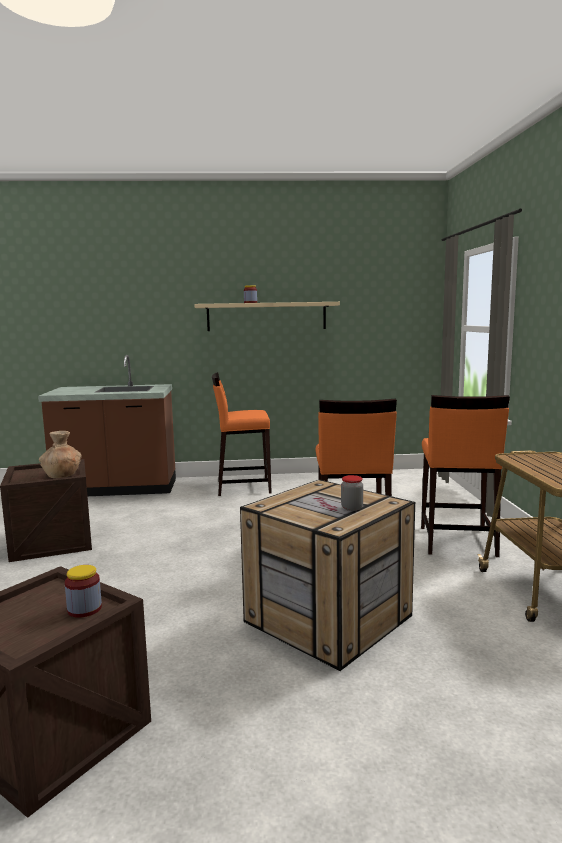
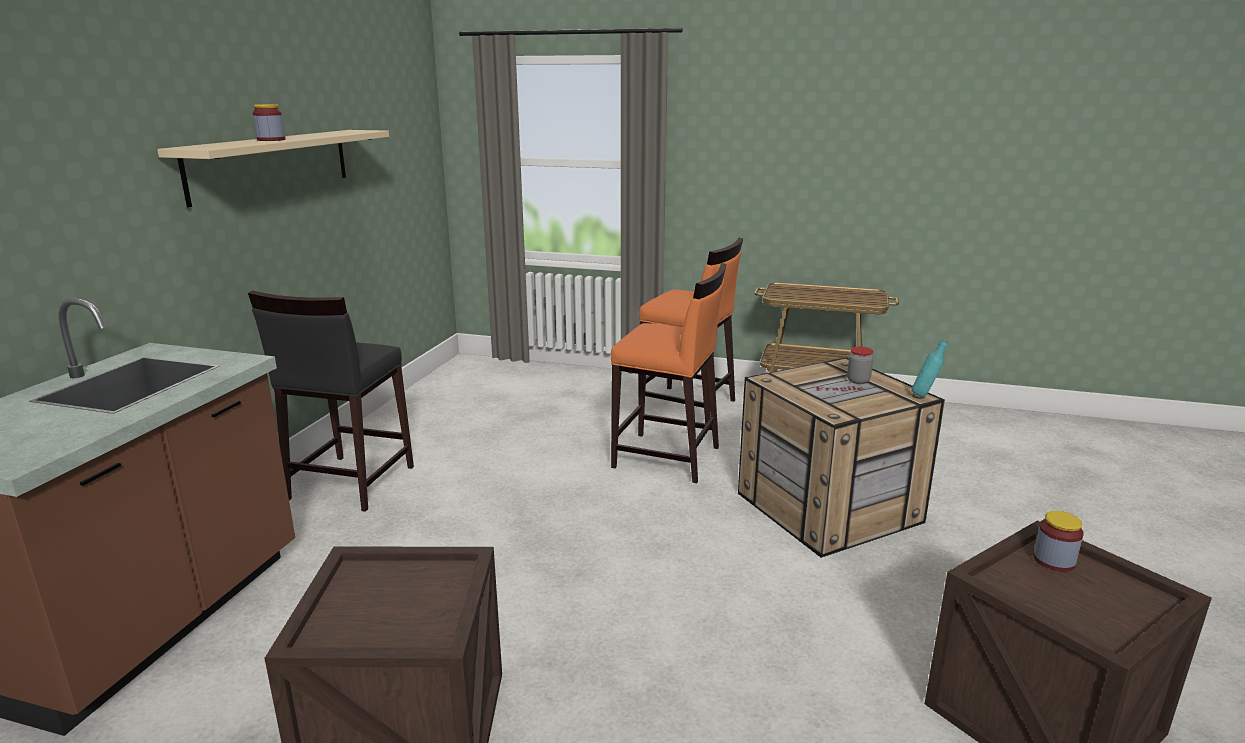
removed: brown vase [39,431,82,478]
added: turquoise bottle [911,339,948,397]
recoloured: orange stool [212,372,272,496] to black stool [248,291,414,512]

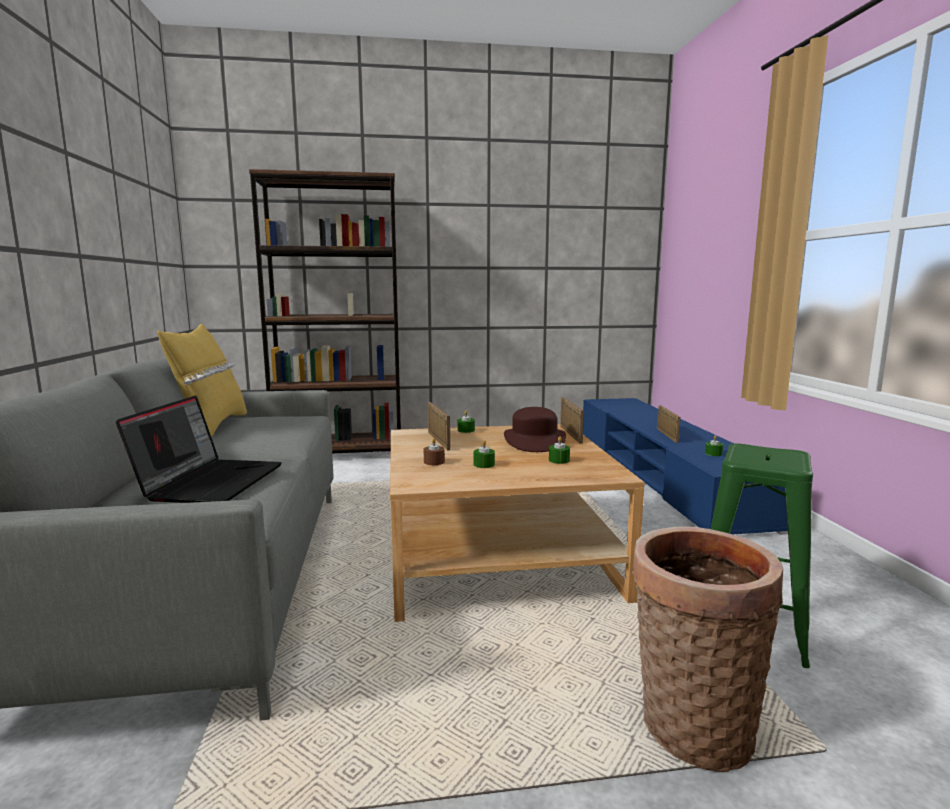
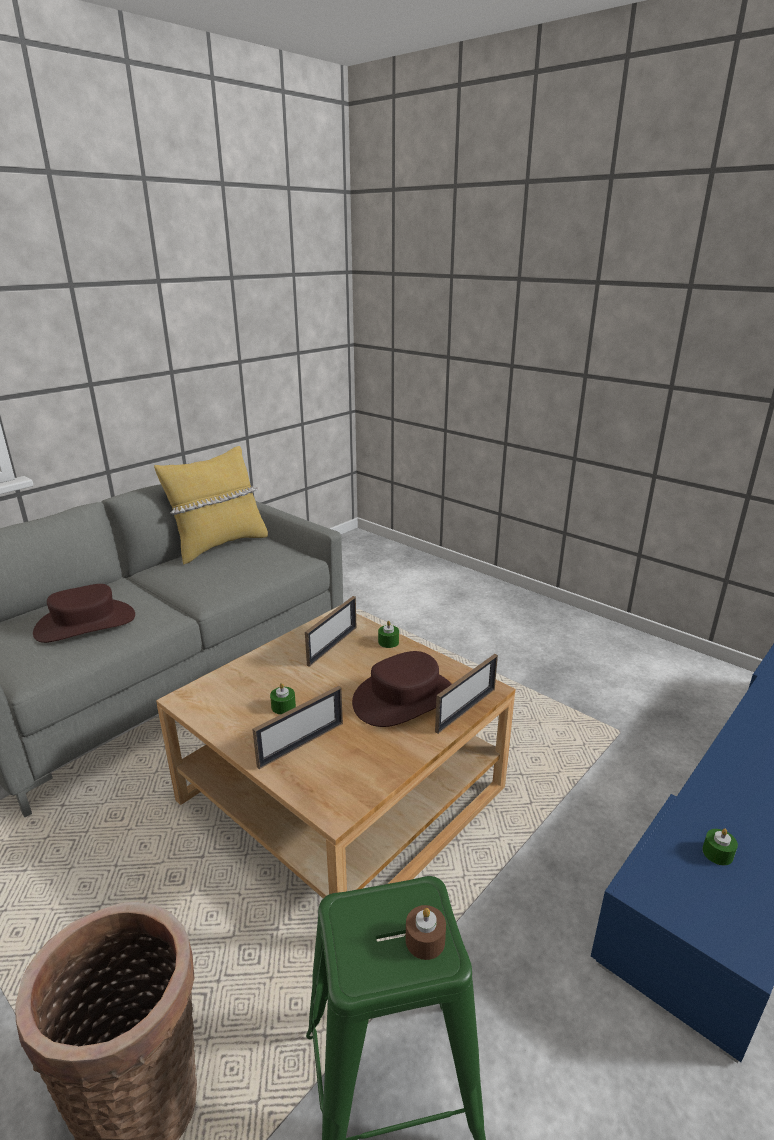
removed: brown bookcase [249,169,401,453]; green candle [549,436,570,464]
moved: picture frame [657,405,681,443] to [252,686,343,769]; brown candle [424,438,445,465] to [406,905,446,960]
replaced: laptop [116,395,282,503] to brown hat [33,584,135,643]

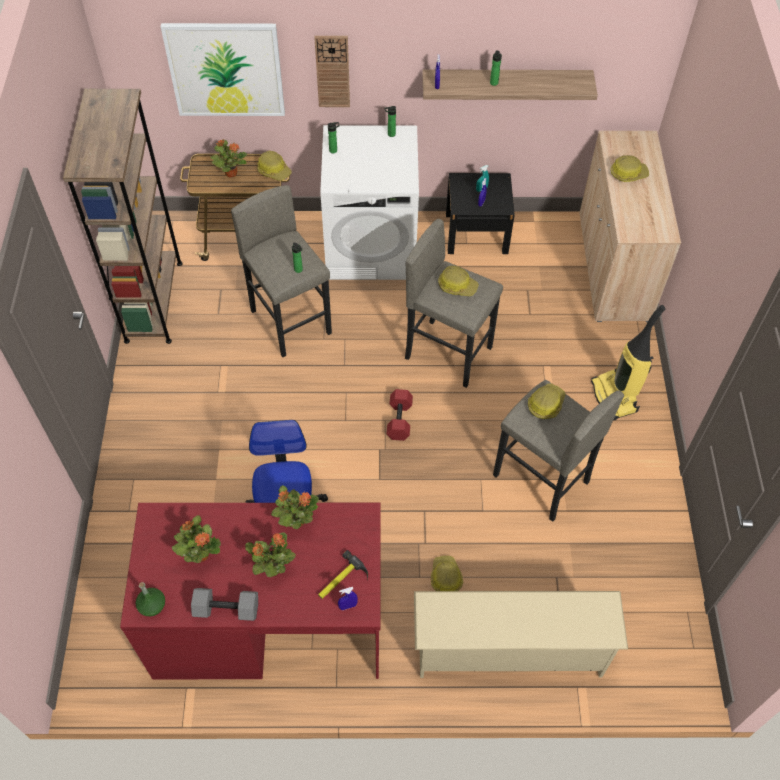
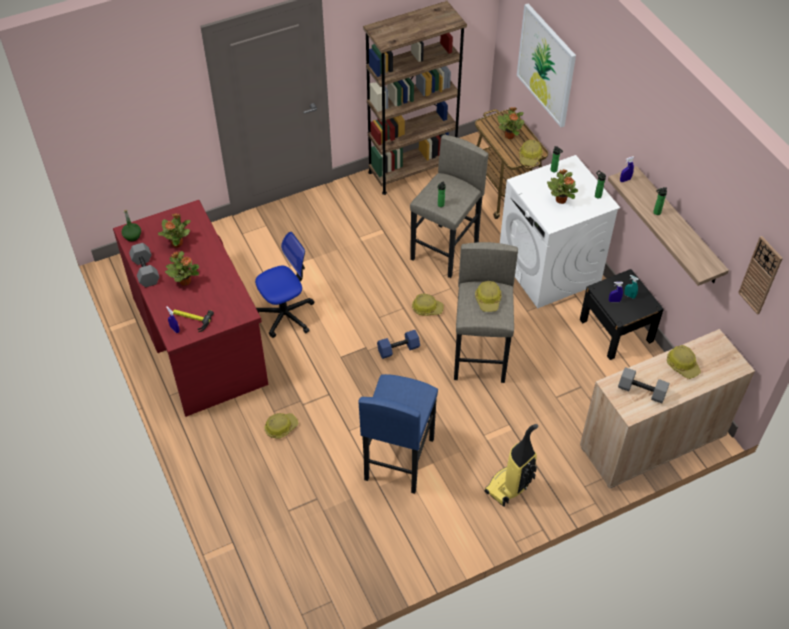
removed: beige shoe rack [414,591,628,678]
added: grey dumbbell [618,367,670,403]
moved: wall clock [314,36,350,107] to [738,236,783,315]; hard hat [528,383,566,419] to [412,293,443,316]; potted plant [271,485,319,529] to [547,169,578,204]
recoloured: grey stool [493,380,624,522] to blue stool [359,374,438,494]; red dumbbell [387,389,413,441] to blue dumbbell [377,330,420,359]

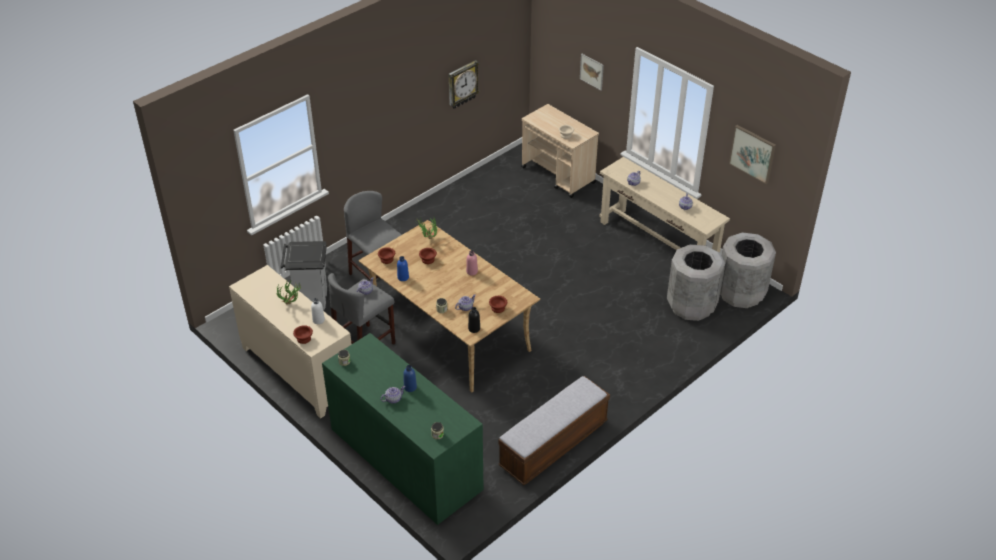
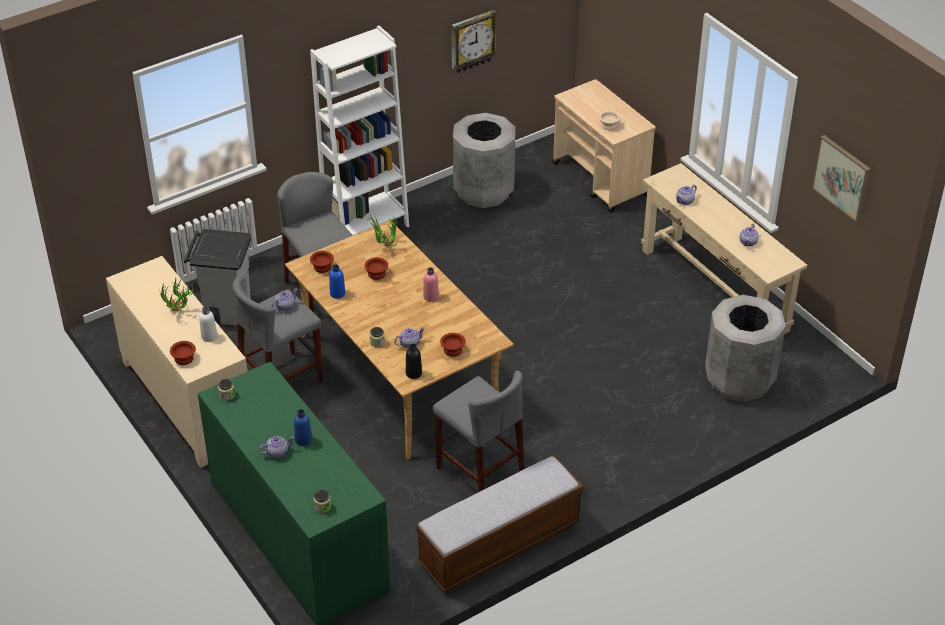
removed: picture [580,54,604,90]
added: white bookcase [310,26,409,235]; grey stool [433,371,525,492]
moved: grey trash can [720,232,776,308] to [453,113,516,208]

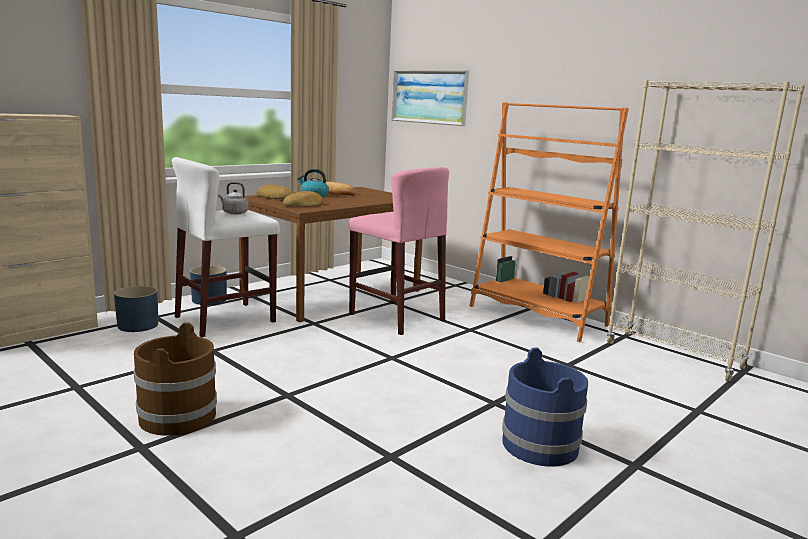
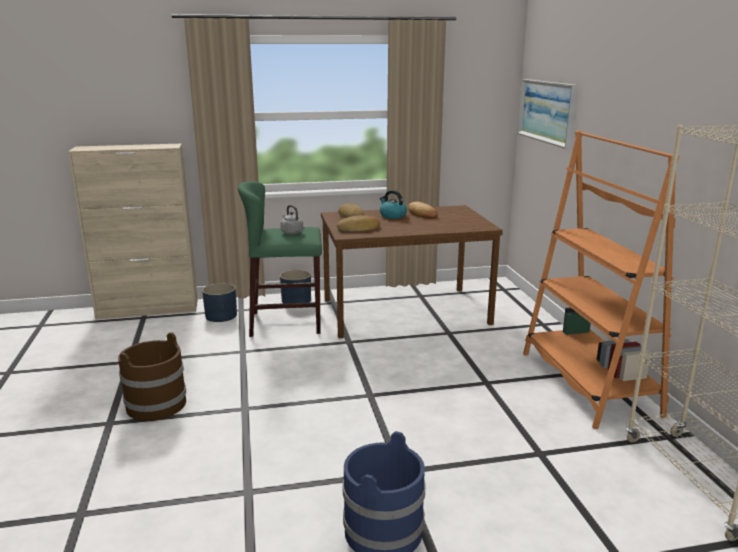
removed: pink stool [349,167,449,335]
recoloured: white stool [172,157,280,337] to green stool [238,181,322,337]

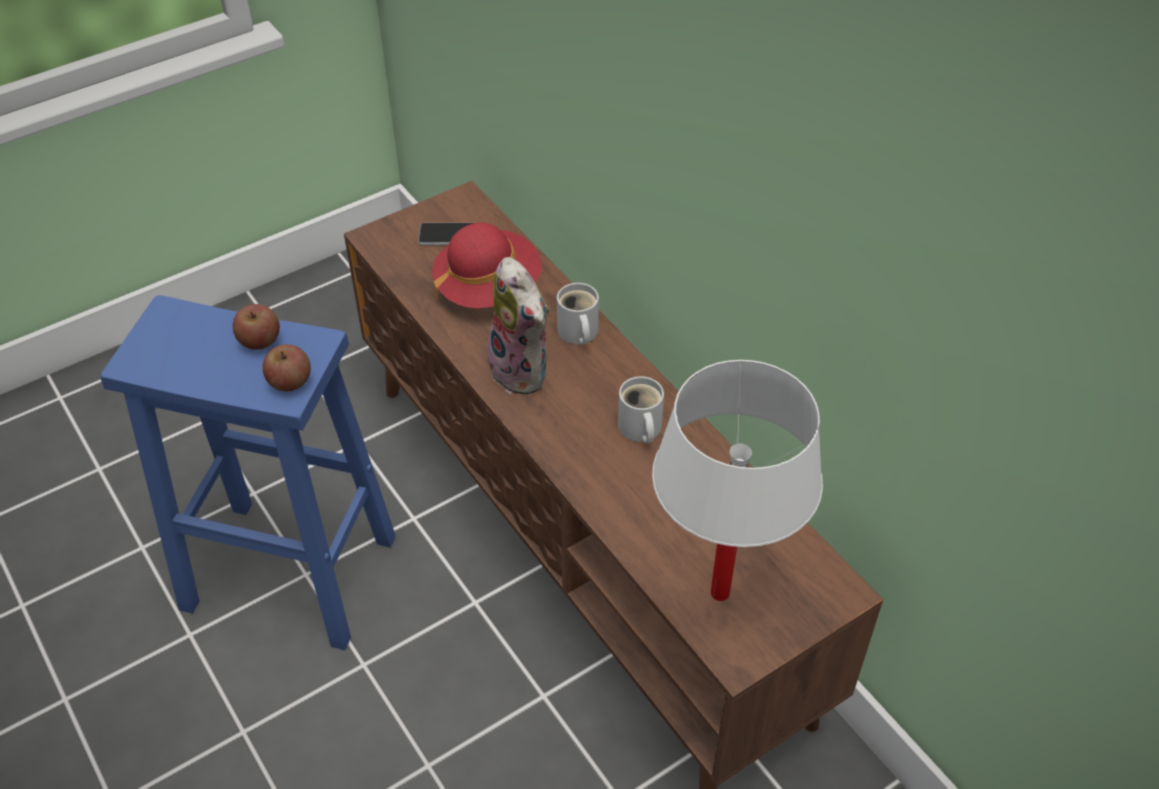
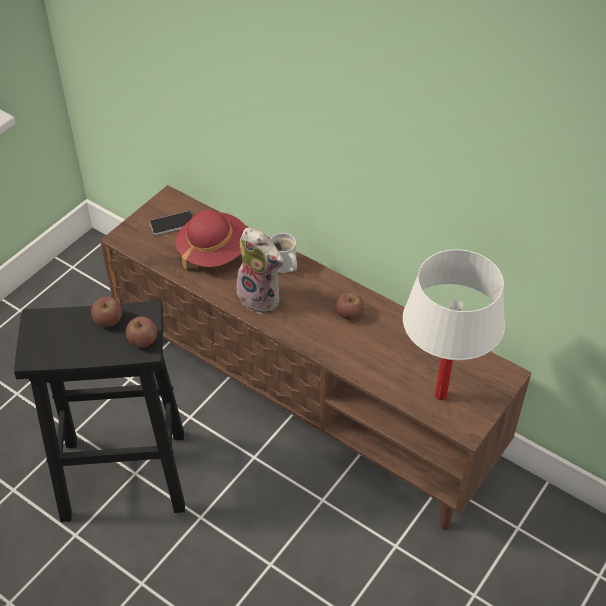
replaced: white mug [618,376,664,443] to apple [336,292,364,320]
recoloured: blue stool [101,295,396,650] to black stool [14,300,185,522]

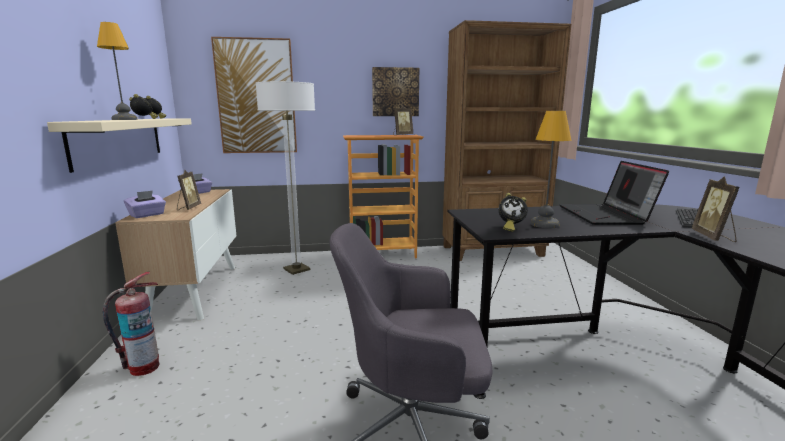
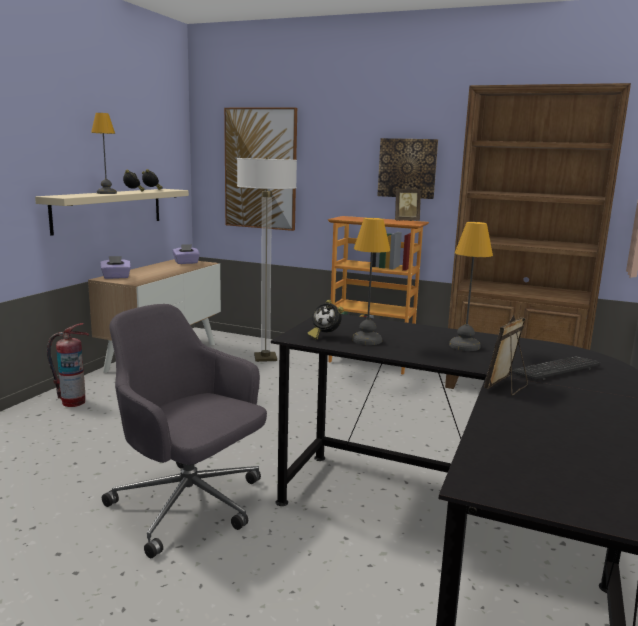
removed: picture frame [177,170,201,210]
replaced: laptop [559,161,669,225] to table lamp [449,222,493,351]

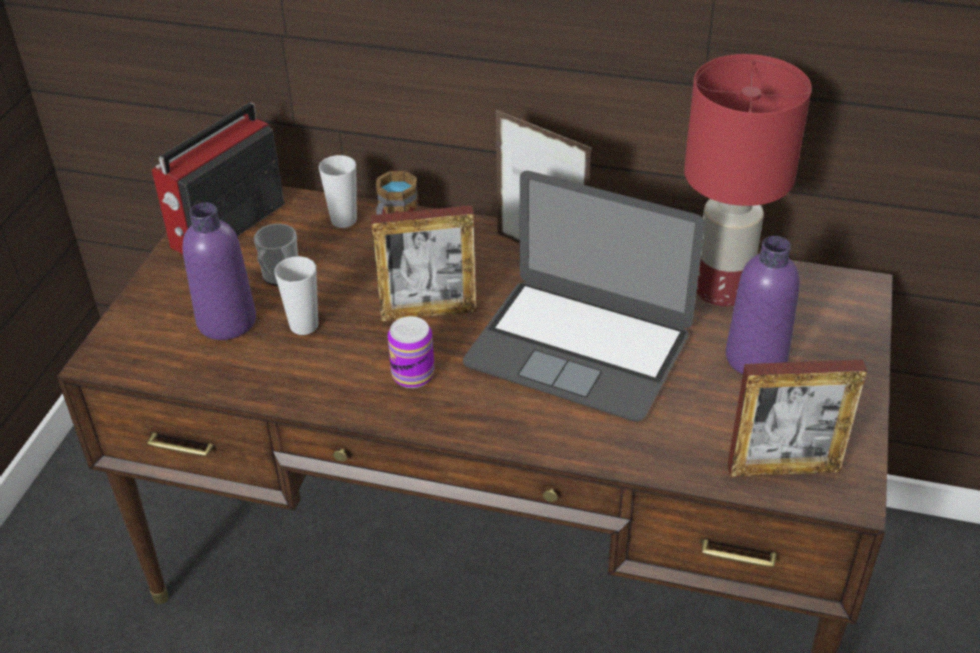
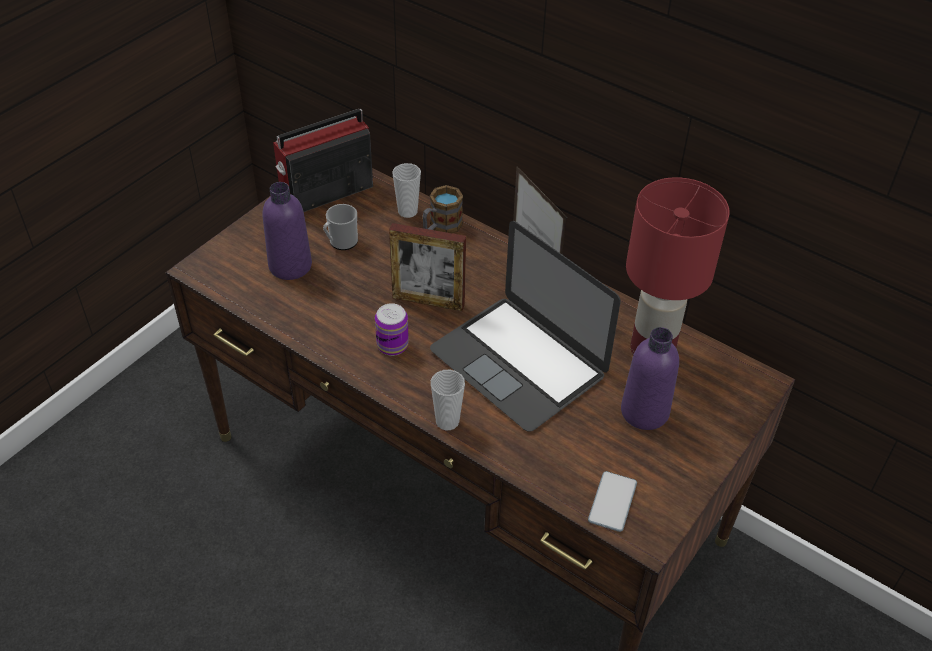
moved: cup [274,256,318,335] to [431,370,465,430]
replaced: picture frame [727,360,867,477] to phone [588,471,637,532]

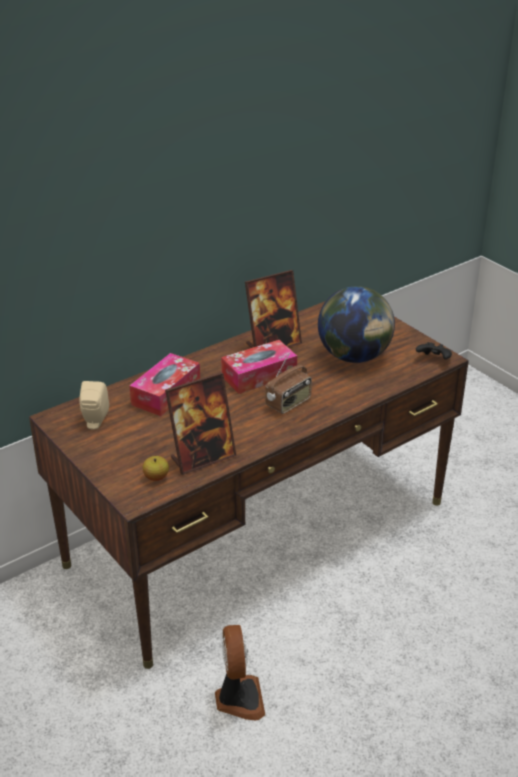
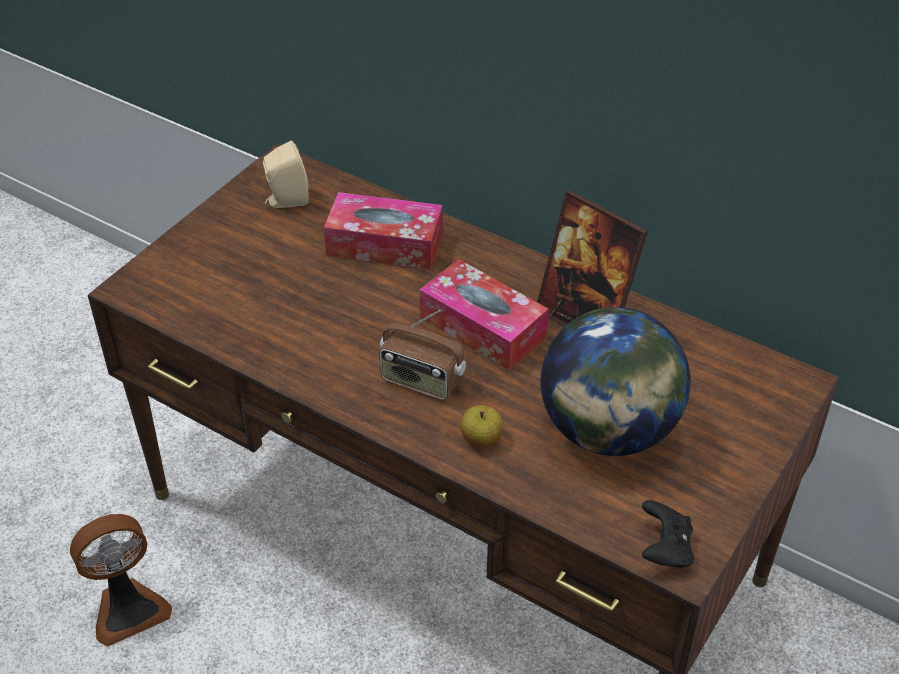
removed: picture frame [165,372,237,475]
moved: apple [143,456,169,481] to [460,405,503,447]

